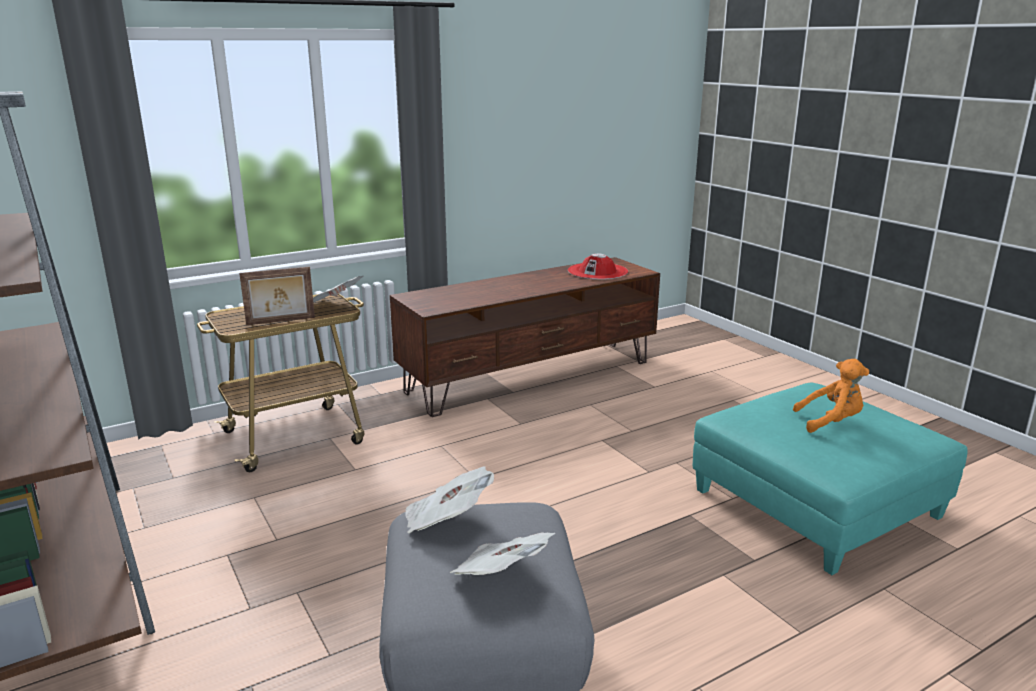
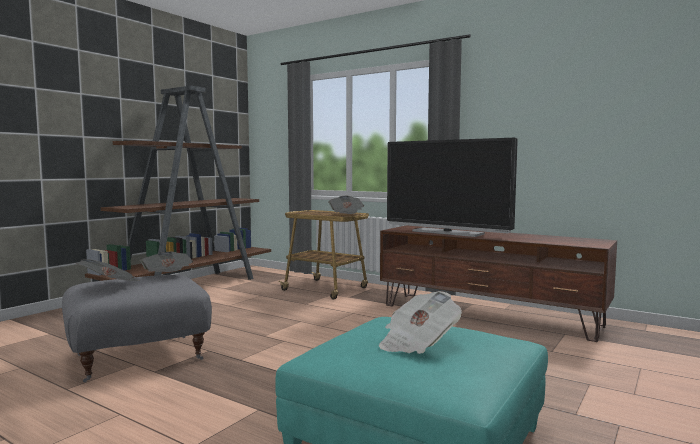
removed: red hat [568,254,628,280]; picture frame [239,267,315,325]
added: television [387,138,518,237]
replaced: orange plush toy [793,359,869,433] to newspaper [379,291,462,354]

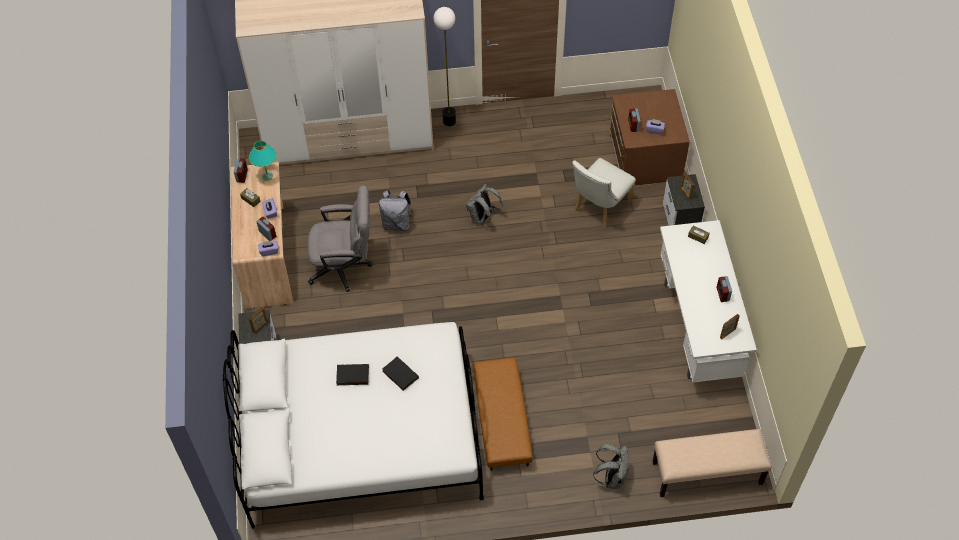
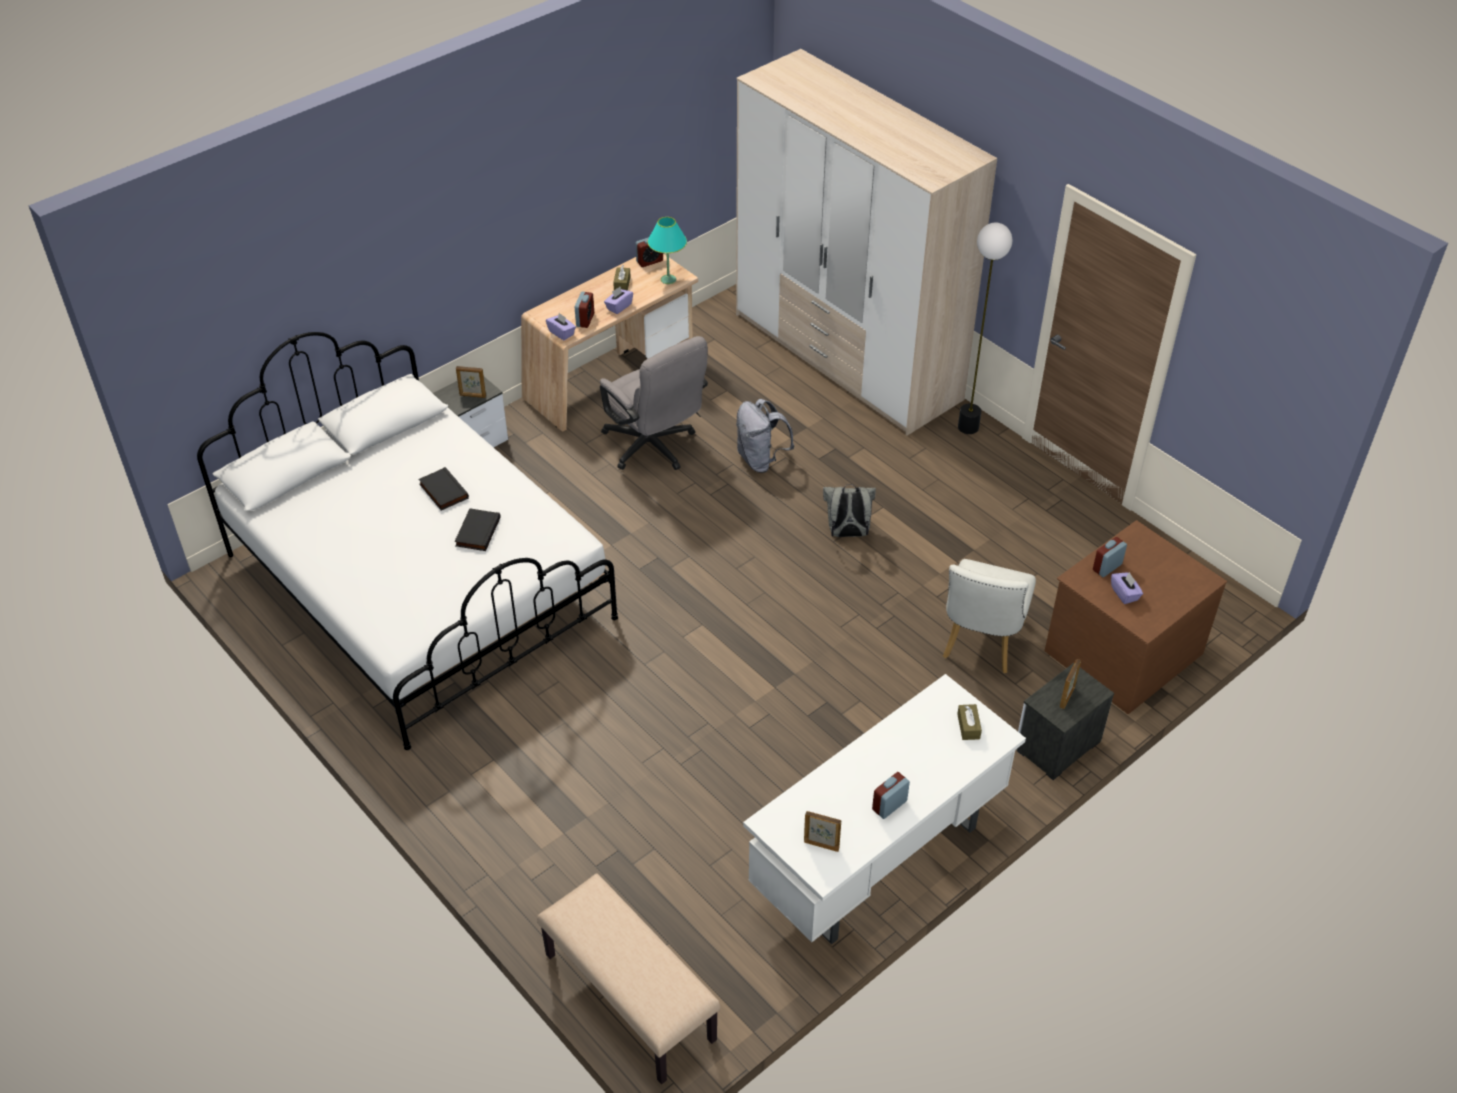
removed: brown ottoman [473,358,533,471]; grey backpack [593,444,629,489]
turned: white chair [572,158,636,229] = [943,559,1036,673] 75 degrees counterclockwise

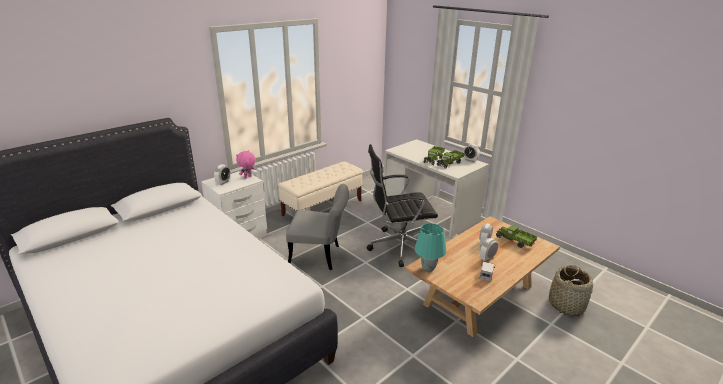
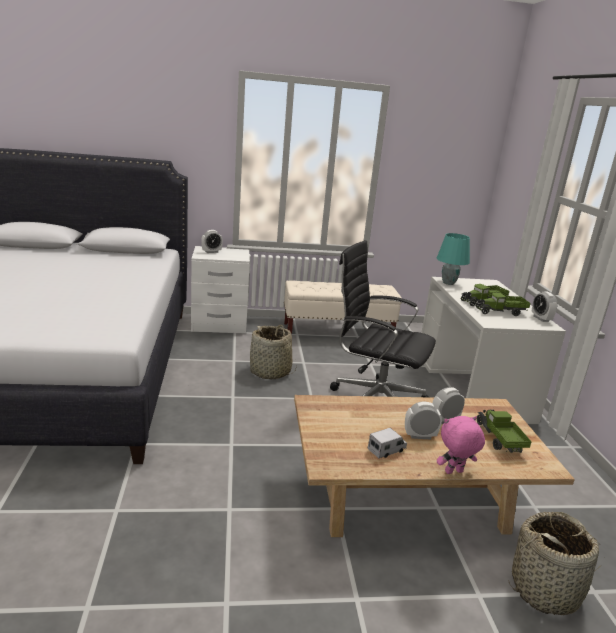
moved: pink plush toy [236,150,256,179] to [437,416,485,474]; turquoise table lamp [414,223,446,272] to [437,233,470,285]
replaced: grey chair [286,184,349,270] to basket [250,325,297,379]

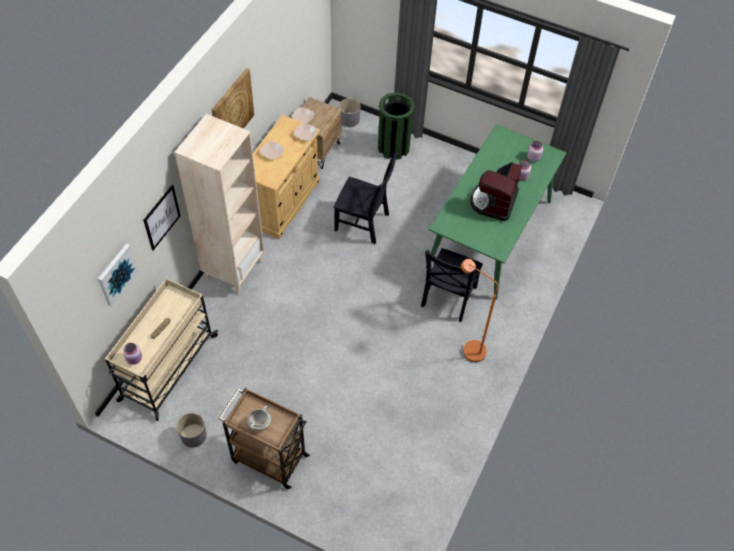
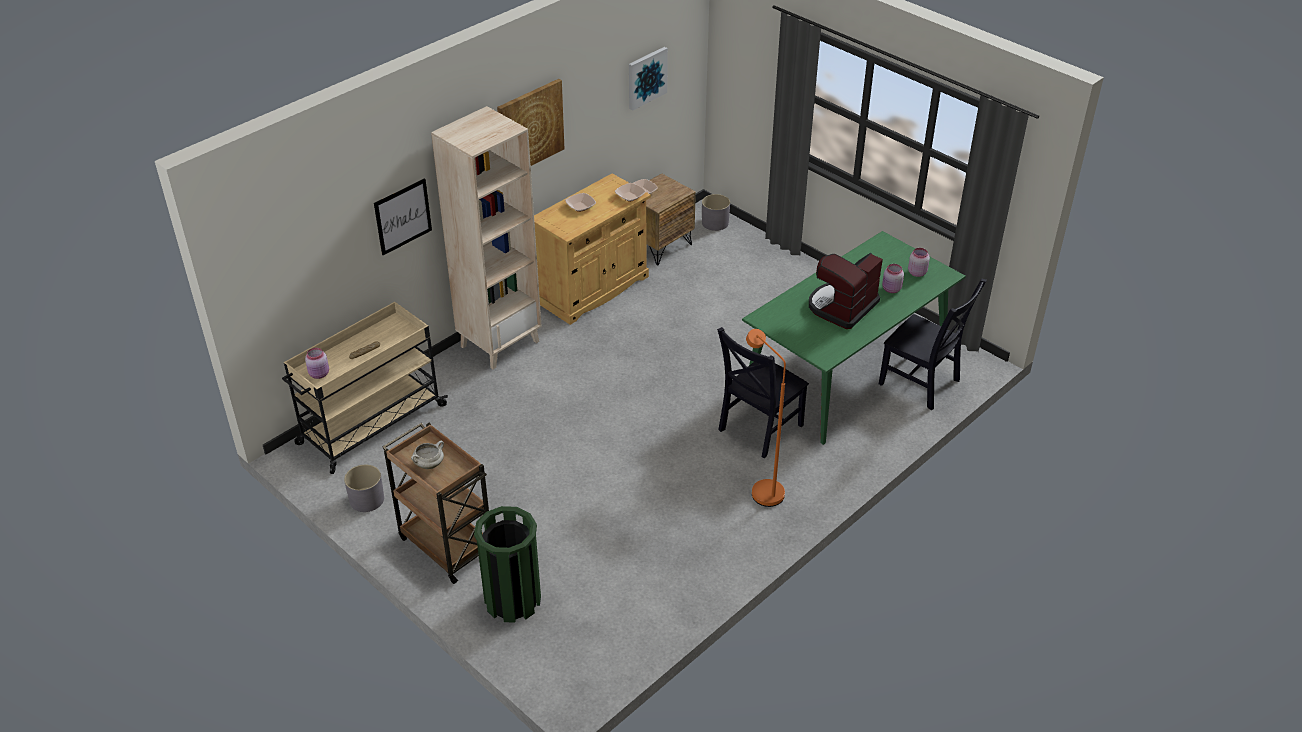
moved: green trash can [378,92,415,160] to [474,506,541,623]; black chair [334,153,398,244] to [879,278,987,410]; picture [98,243,139,307] to [629,47,668,111]

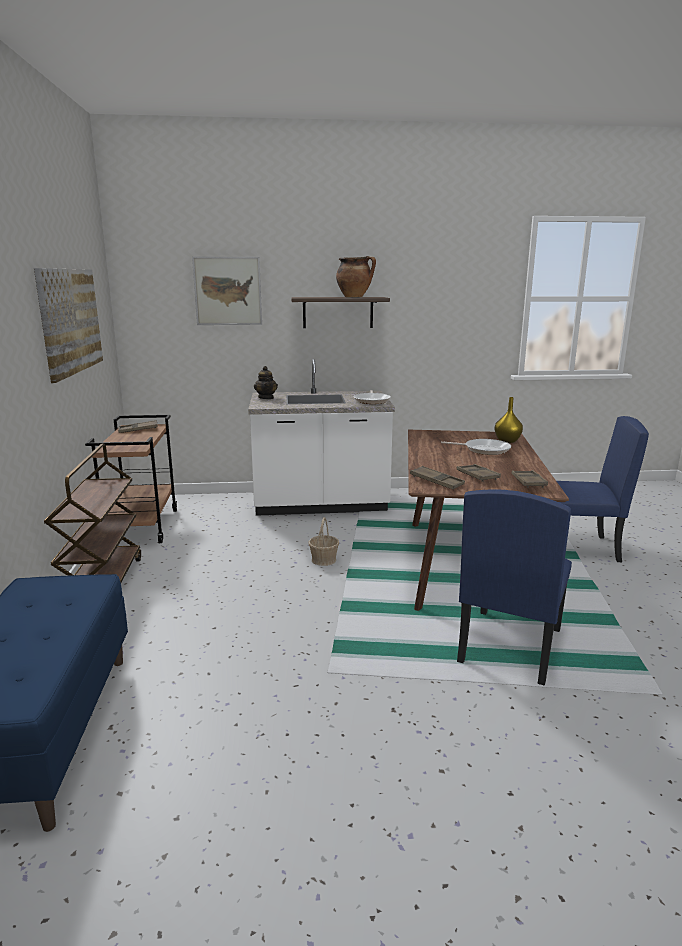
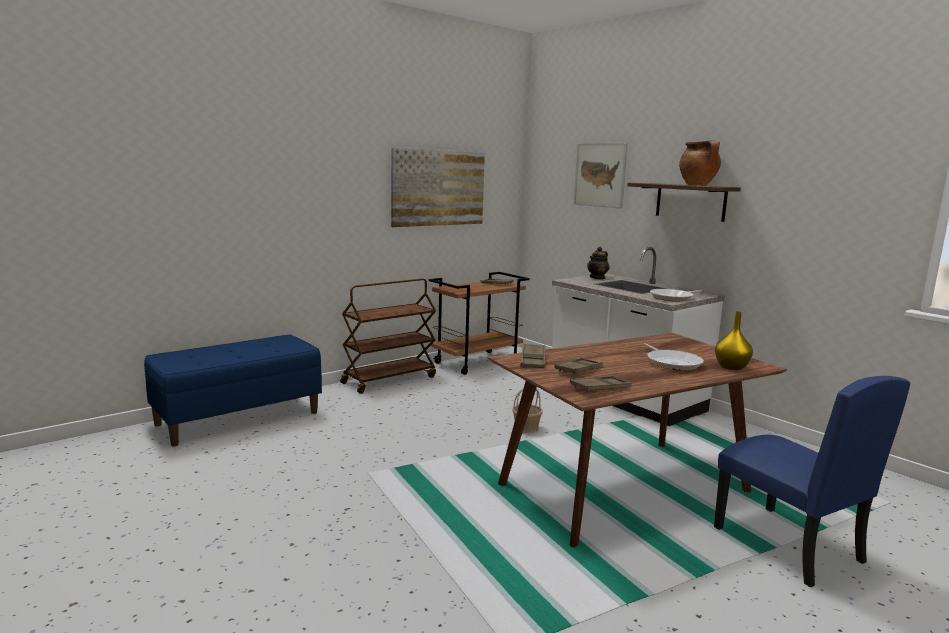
removed: blue chair [457,489,572,686]

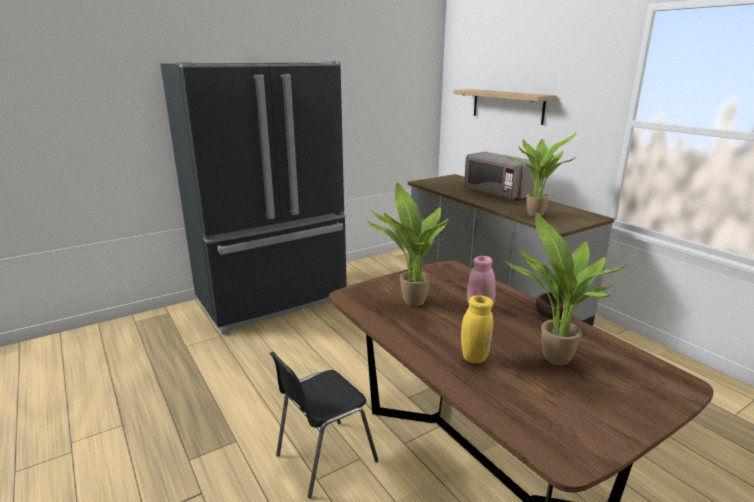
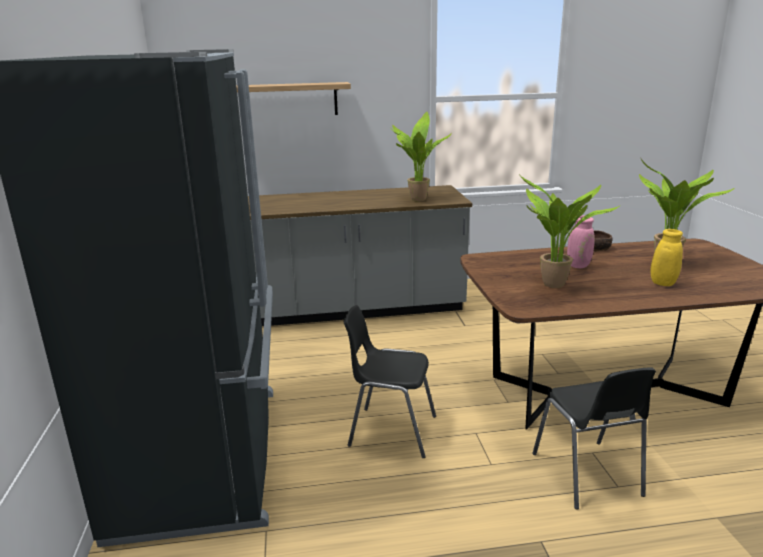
removed: grey microwave [464,152,539,201]
added: black chair [344,305,436,458]

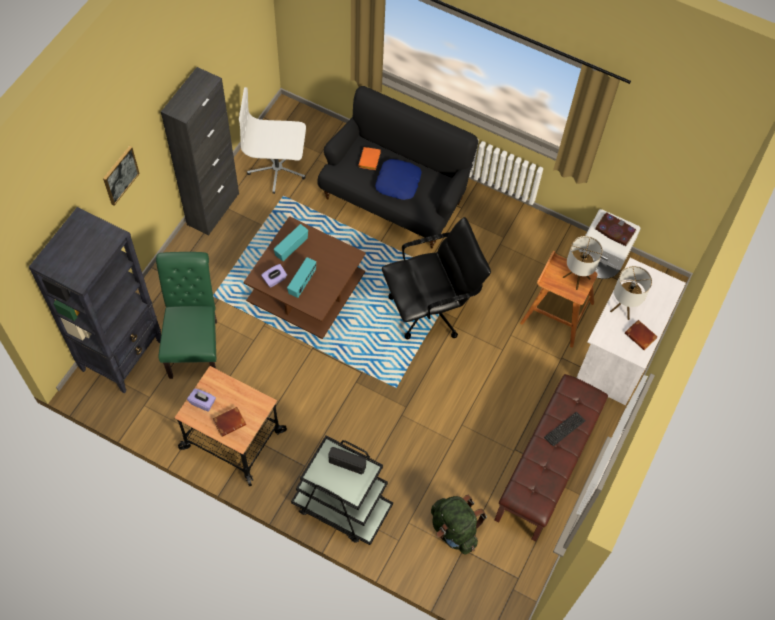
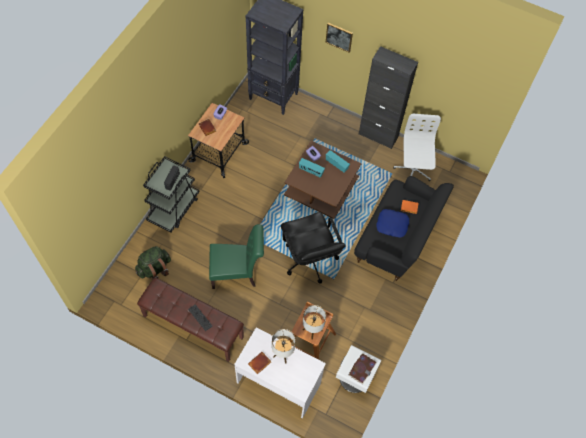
moved: green chair [156,252,217,379] to [209,224,264,289]

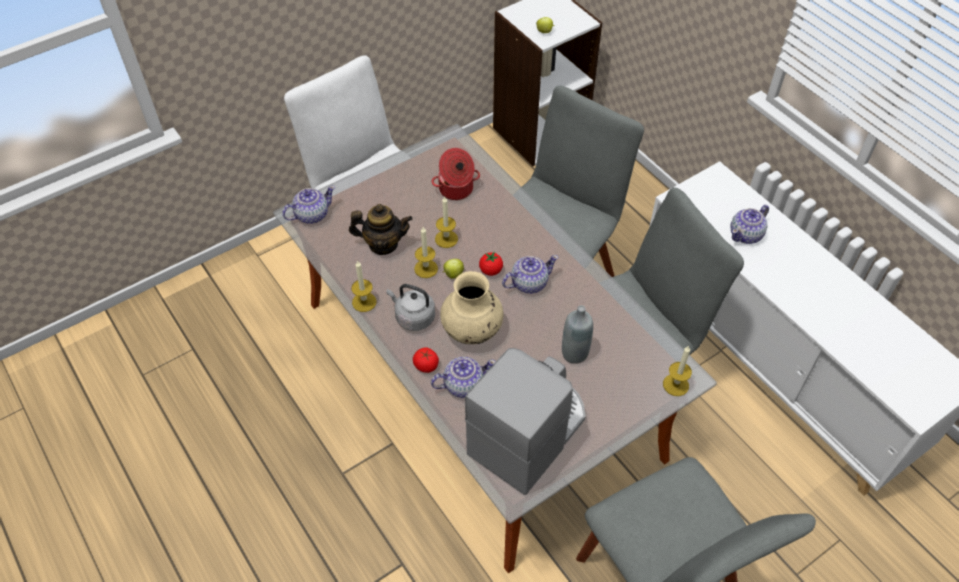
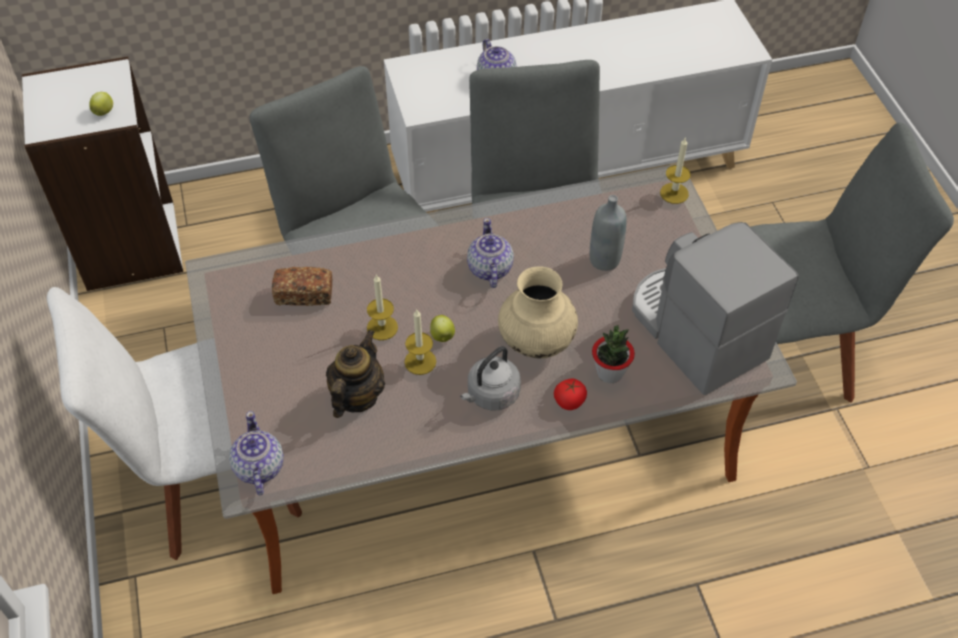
removed: tomato [479,251,503,276]; candle [351,260,377,312]
replaced: cooking pot [432,148,480,200] to bread [272,267,332,306]; teapot [431,357,496,398] to potted plant [592,325,635,383]

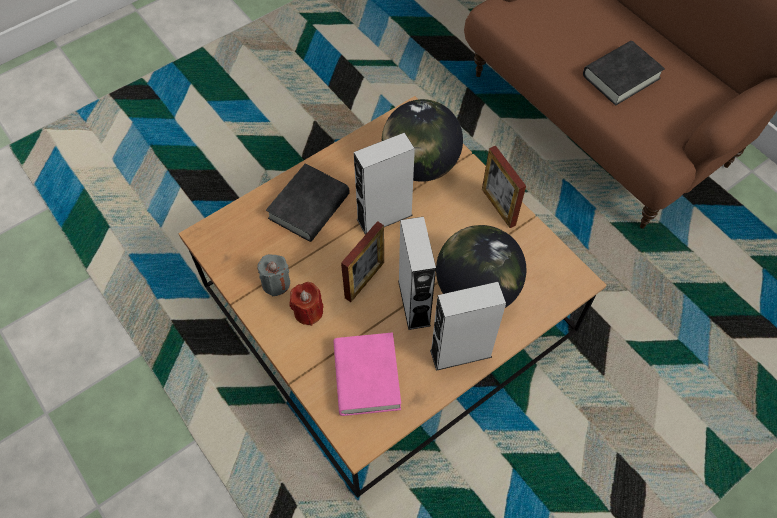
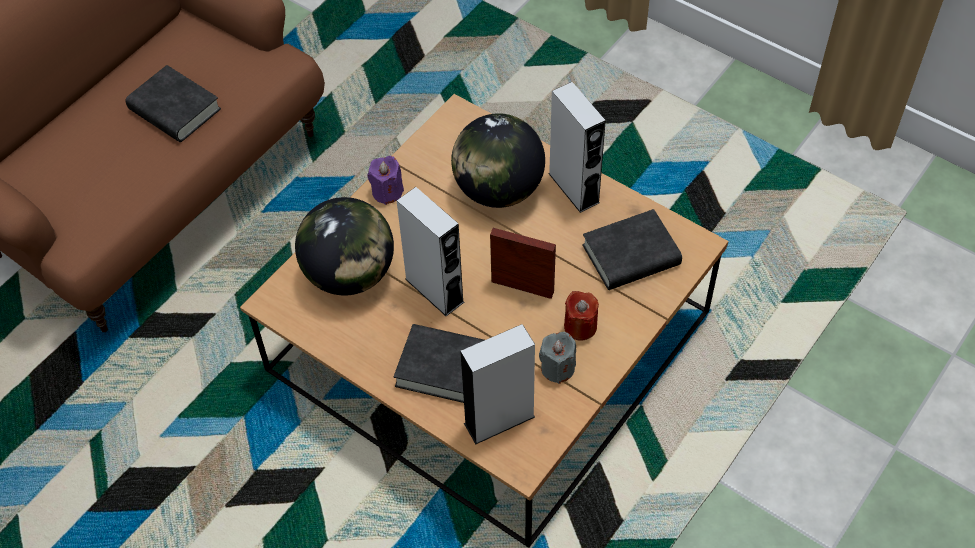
moved: grey speaker [398,217,436,330] to [460,324,535,444]
replaced: picture frame [482,146,526,228] to purple candle [367,156,404,205]
recoloured: pink book [333,333,401,416] to black book [582,209,682,290]

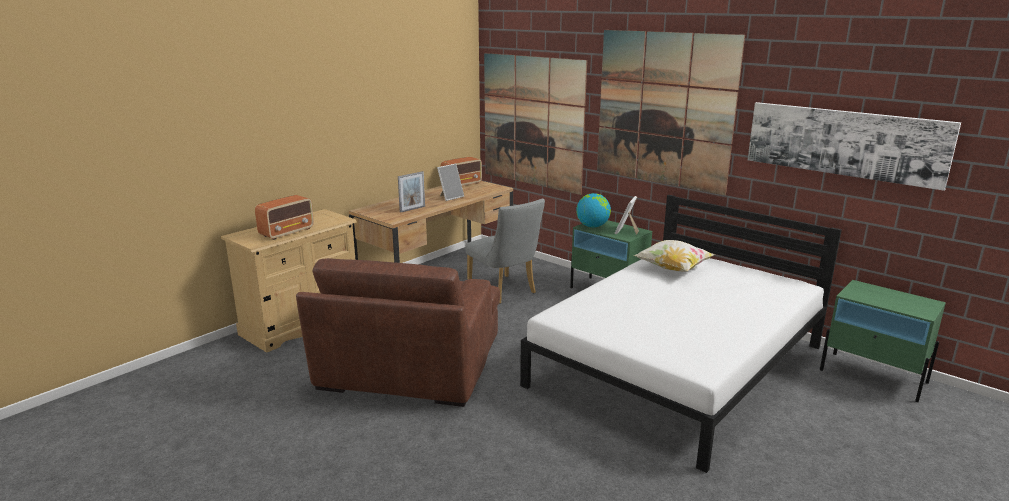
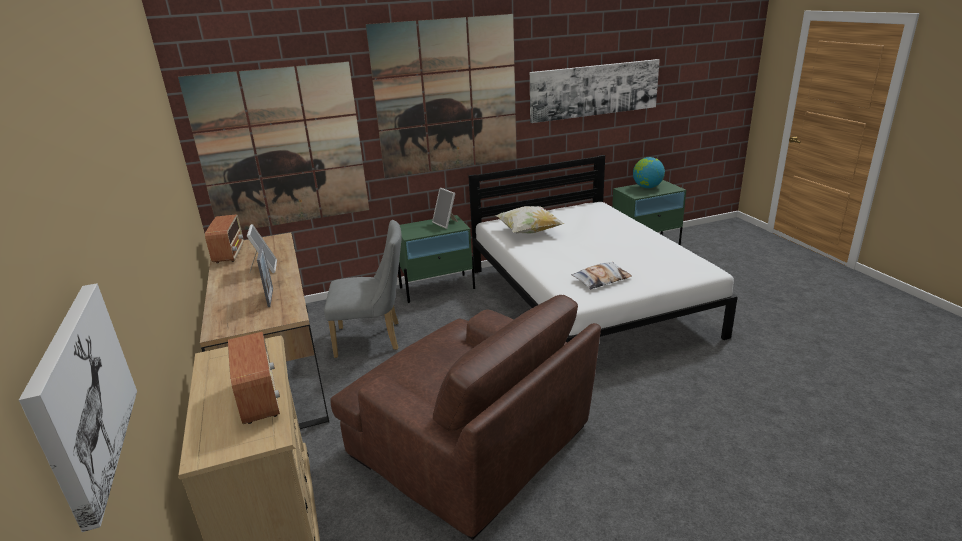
added: pillow [571,262,632,289]; picture [19,284,137,532]
moved: globe [576,193,611,227] to [633,157,665,188]

